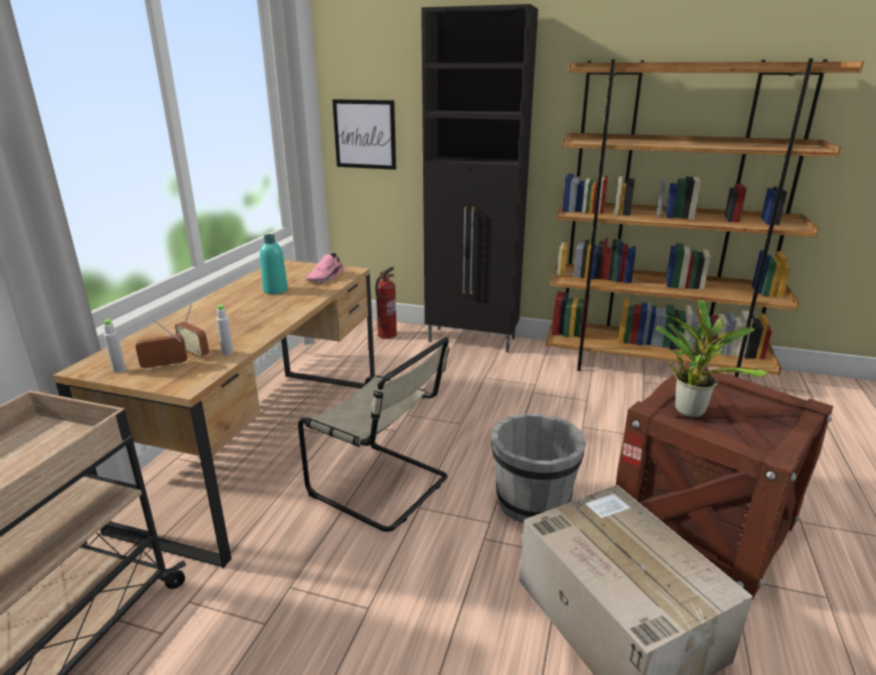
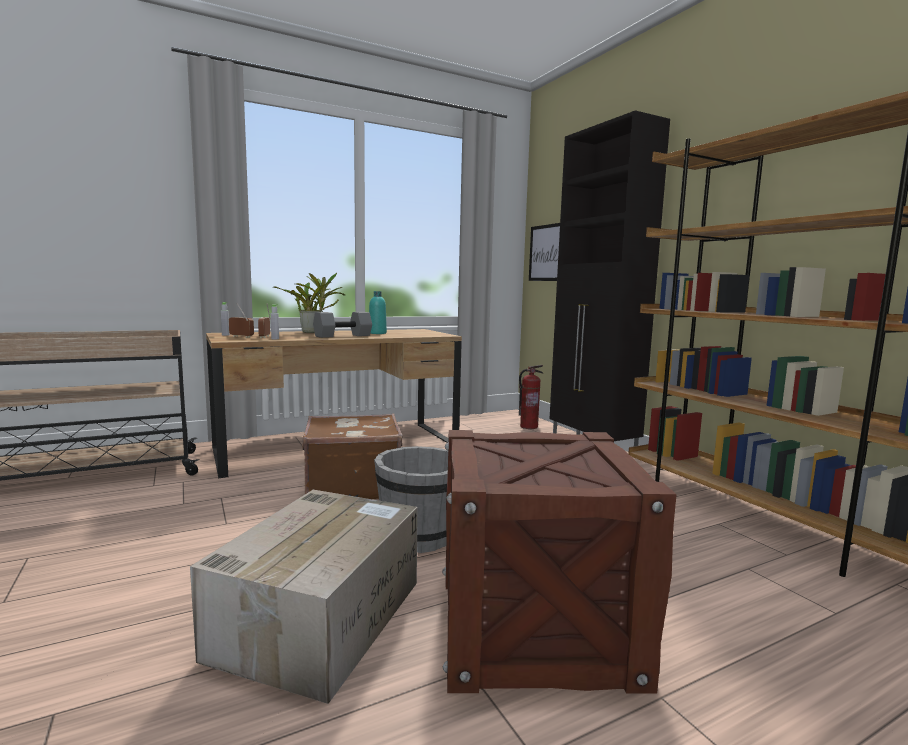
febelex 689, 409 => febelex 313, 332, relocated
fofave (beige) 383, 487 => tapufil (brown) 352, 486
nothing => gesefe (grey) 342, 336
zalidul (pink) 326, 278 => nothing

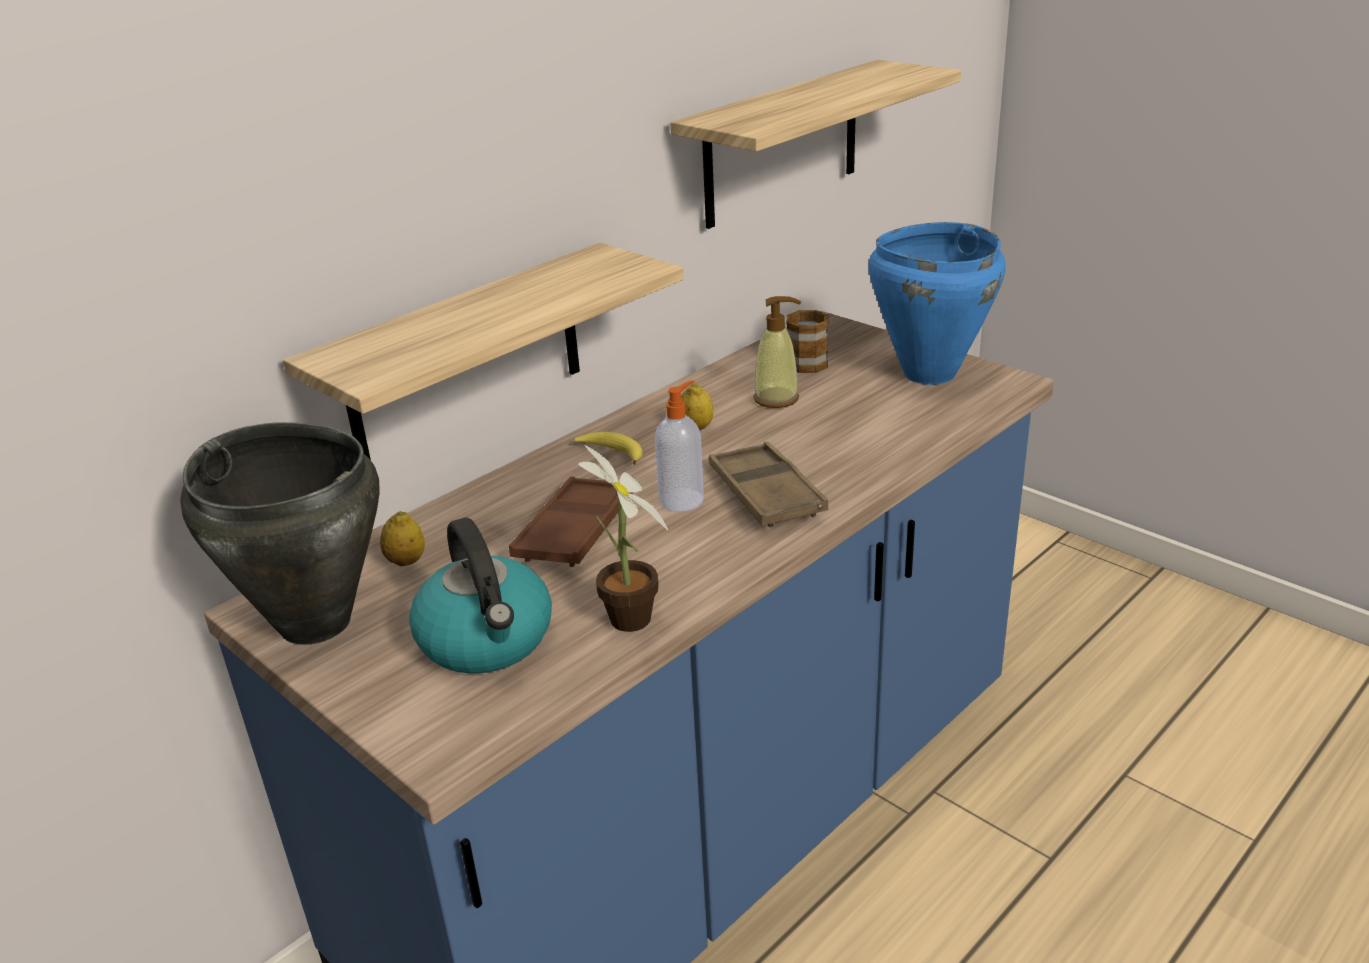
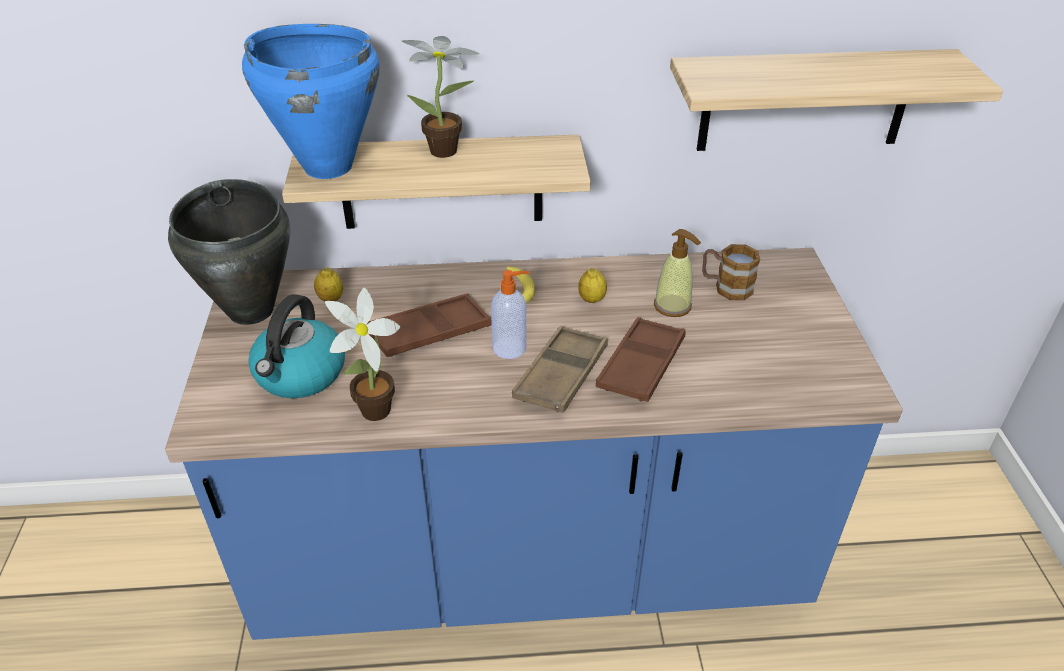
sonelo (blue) 928, 373 => sonelo (blue) 327, 166, relocated
nothing => febelex 448, 152
nothing => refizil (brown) 641, 365

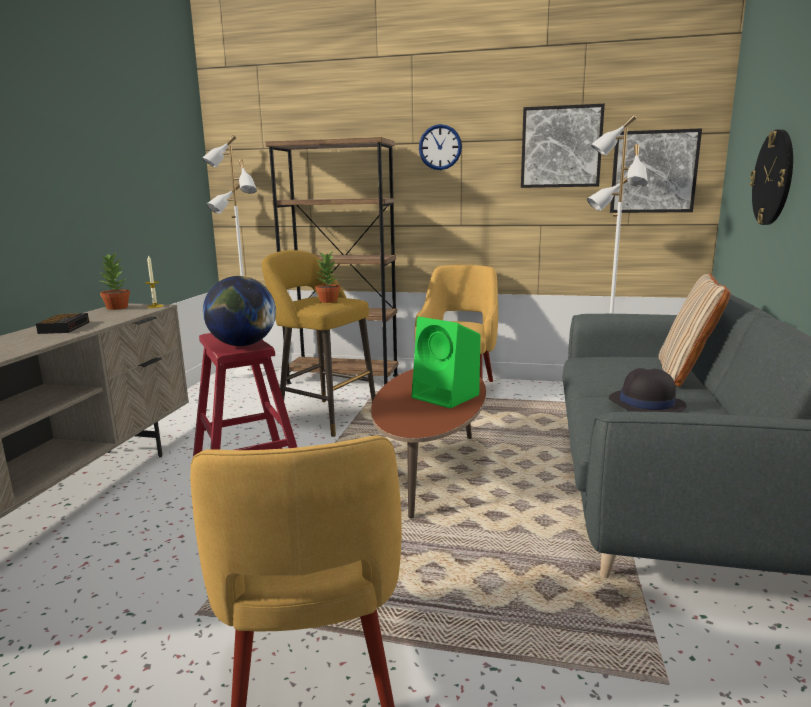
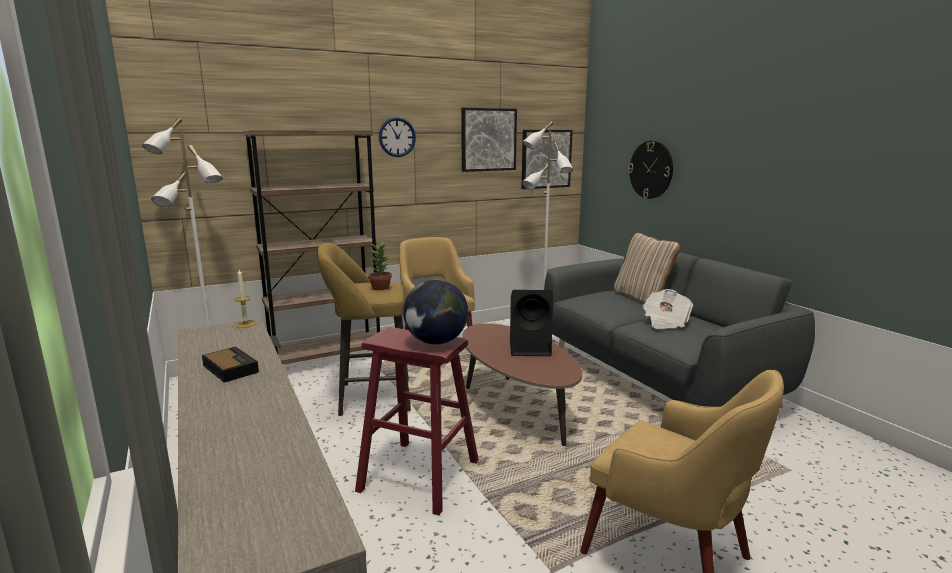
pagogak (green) 447, 396 => pagogak (black) 531, 348
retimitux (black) 646, 403 => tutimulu 665, 322
febelex 117, 308 => nothing

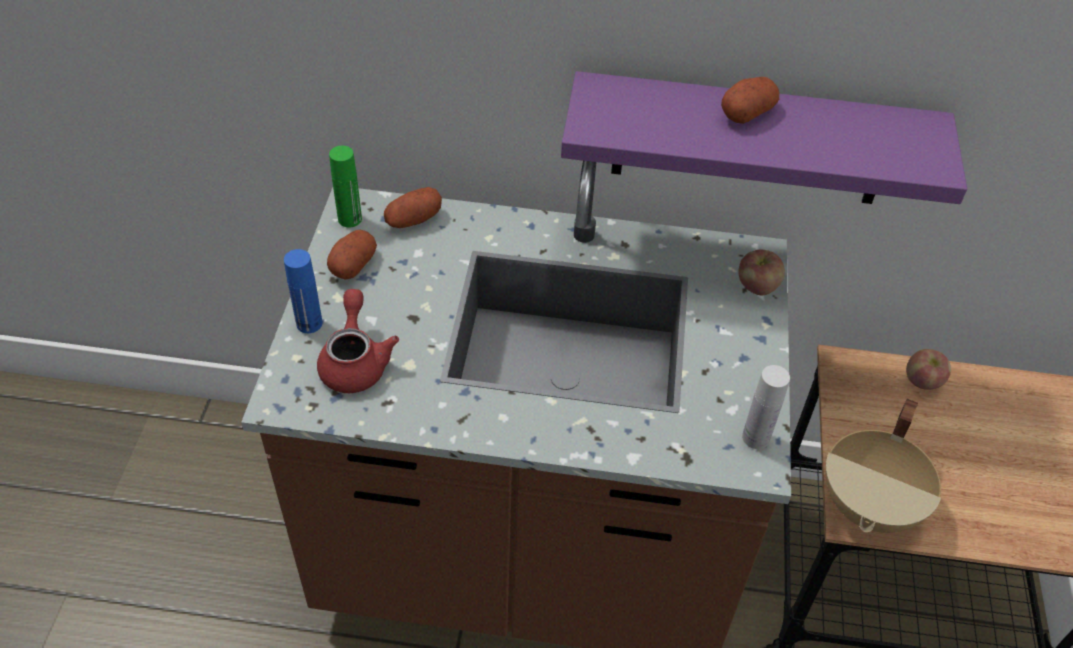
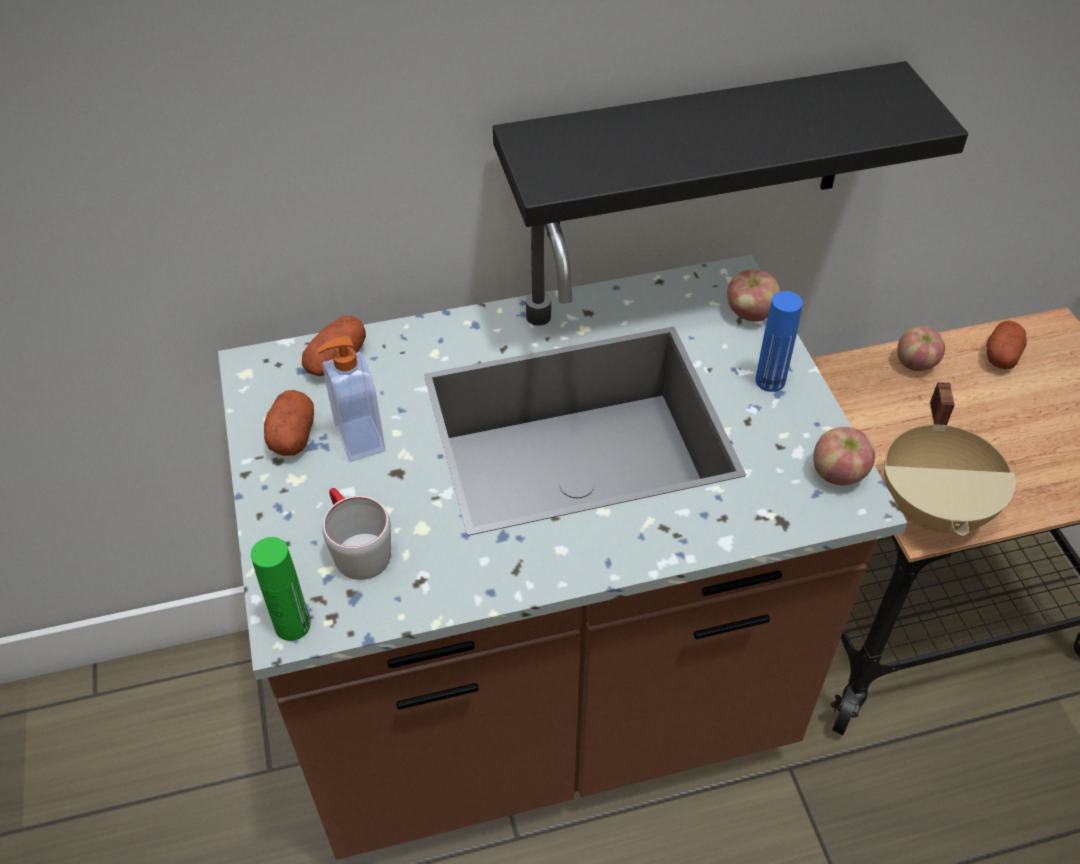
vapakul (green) 350, 219 => vapakul (green) 292, 625, relocated
nothing => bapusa 358, 439
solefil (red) 355, 361 => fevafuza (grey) 355, 547
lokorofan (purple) 751, 140 => lokorofan (black) 698, 153
vapakul (blue) 309, 323 => vapakul (blue) 770, 381, relocated
vapakul (white) 756, 437 => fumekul 838, 473
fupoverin 747, 113 => fupoverin 1001, 355, relocated

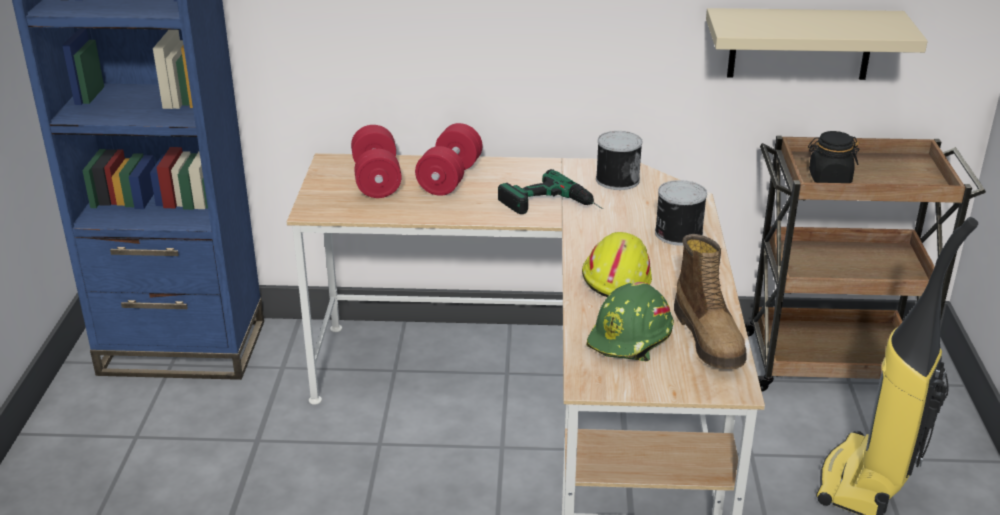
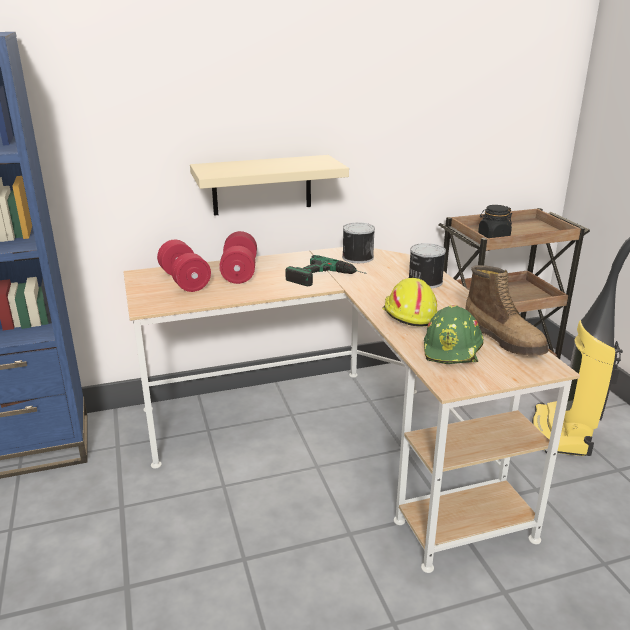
lokorofan (beige) 800, 44 => lokorofan (beige) 262, 185, relocated

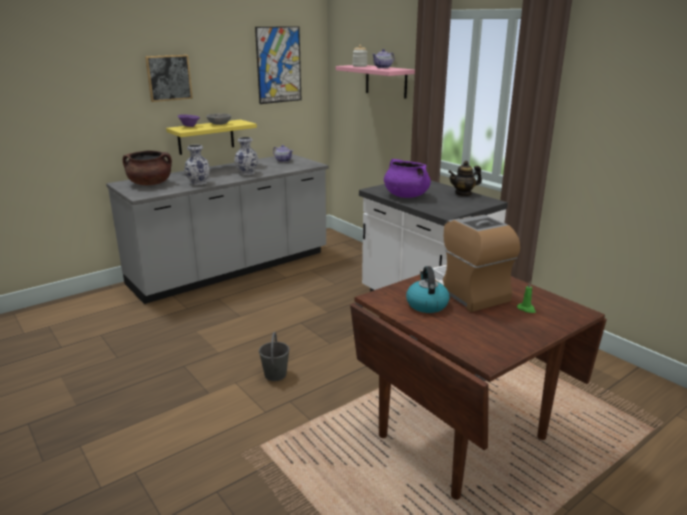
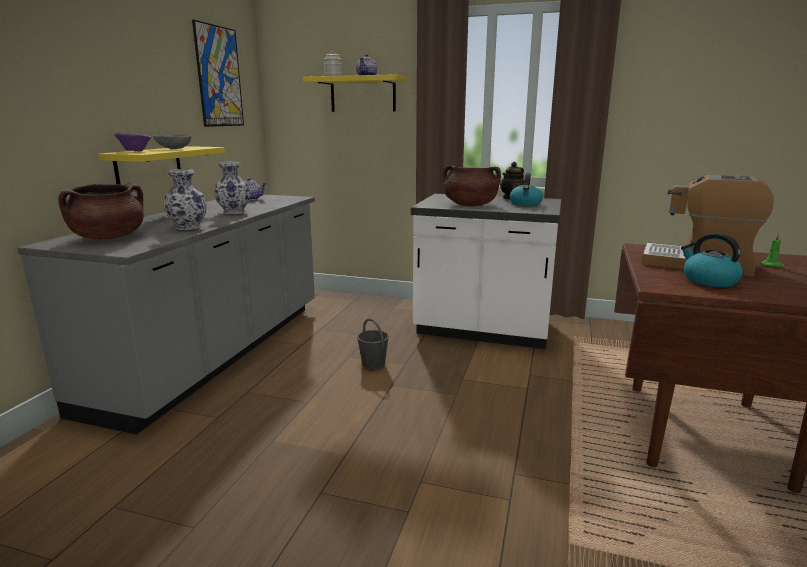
lokorofan (pink) 386, 81 => lokorofan (yellow) 363, 95
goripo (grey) 275, 374 => goripo (grey) 373, 364, relocated
sonelo (purple) 405, 196 => sonelo (brown) 470, 205
nothing => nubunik 525, 204
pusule 169, 77 => nothing

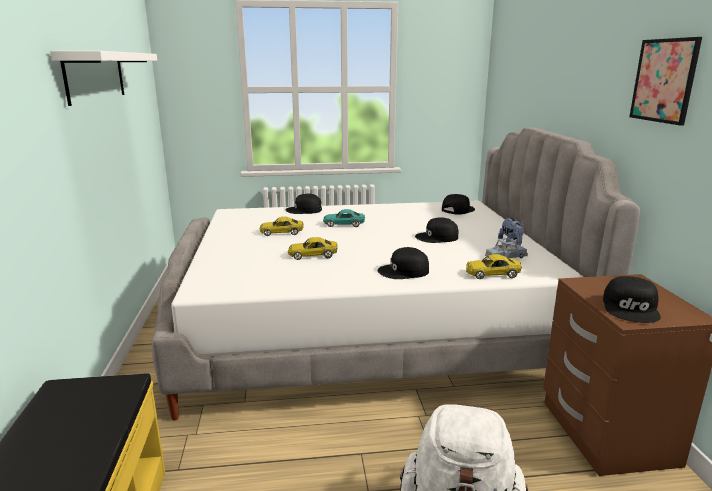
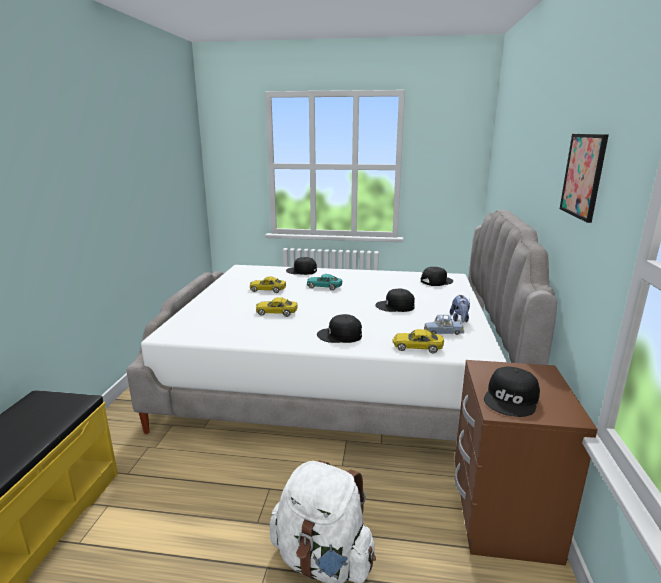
lokorofan (white) 95, 76 => nothing

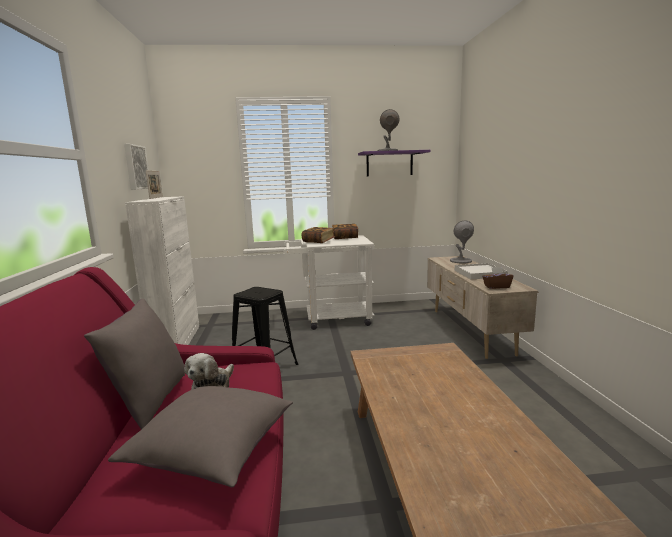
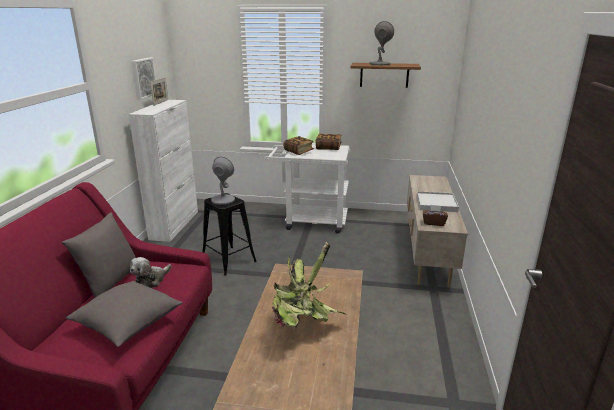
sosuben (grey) 460, 261 => sosuben (grey) 223, 200, relocated
nothing => febelex 302, 326
lokorofan (purple) 389, 164 => lokorofan (brown) 384, 75

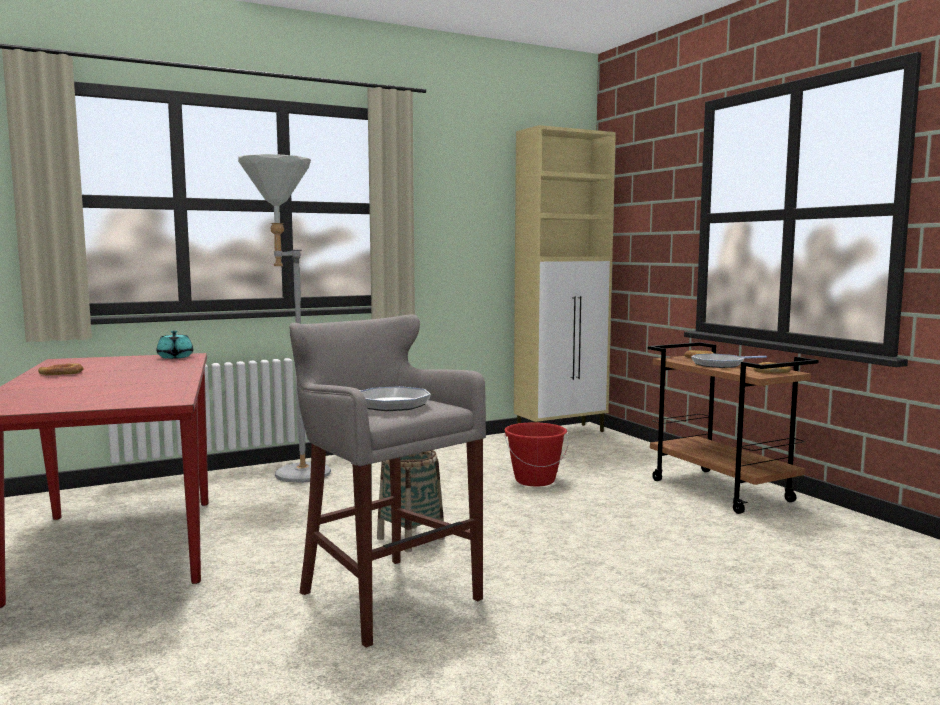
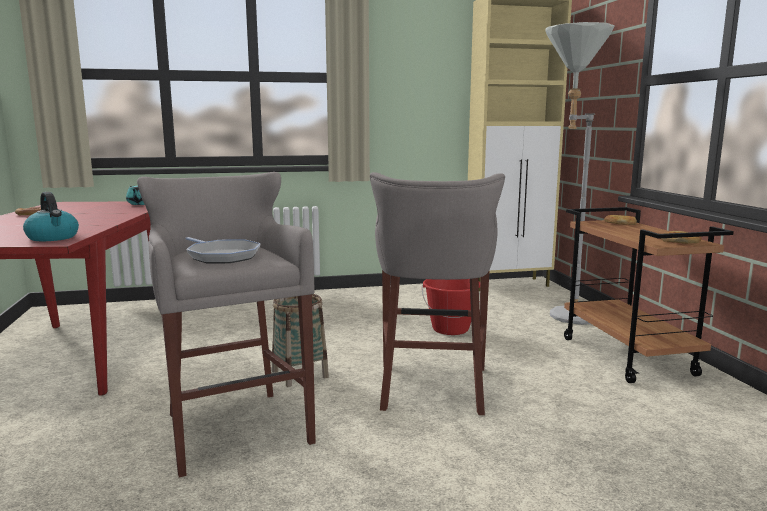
nothing => nubunik 53, 238
nothing => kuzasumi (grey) 432, 389
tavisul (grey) 290, 475 => tavisul (grey) 563, 316, relocated
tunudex 720, 364 => nothing

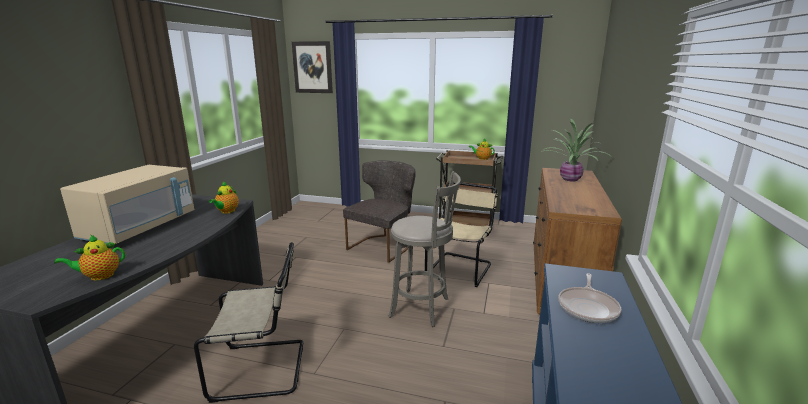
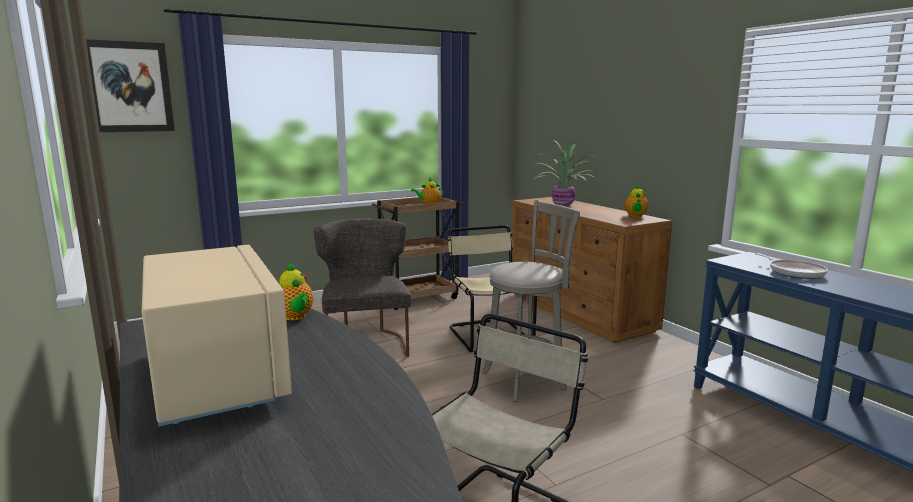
solefil 99, 276 => solefil 635, 216, relocated

